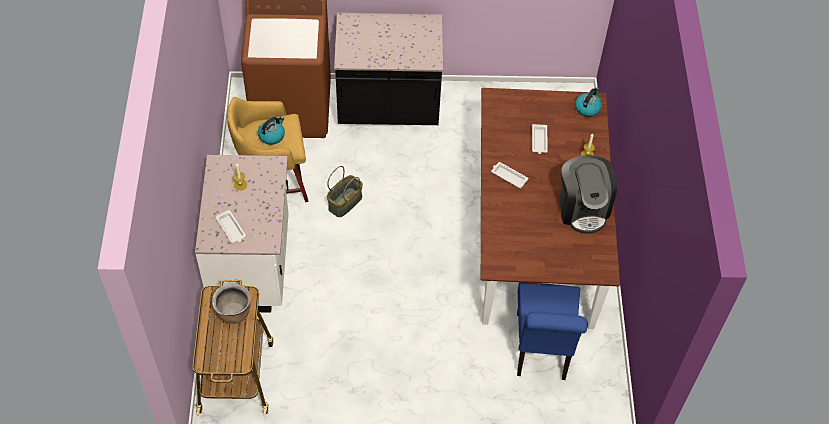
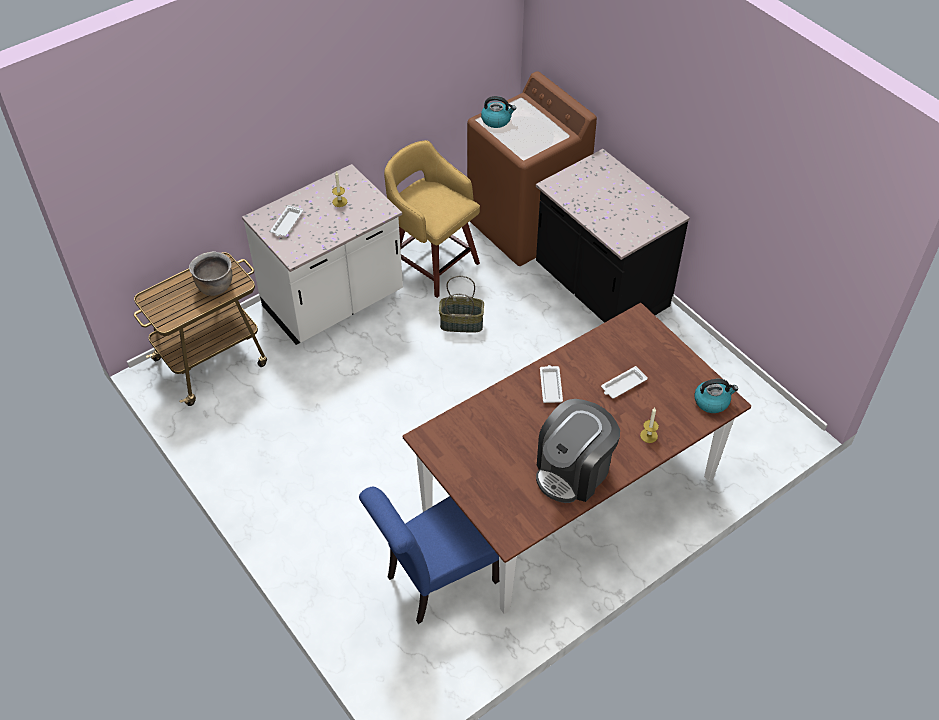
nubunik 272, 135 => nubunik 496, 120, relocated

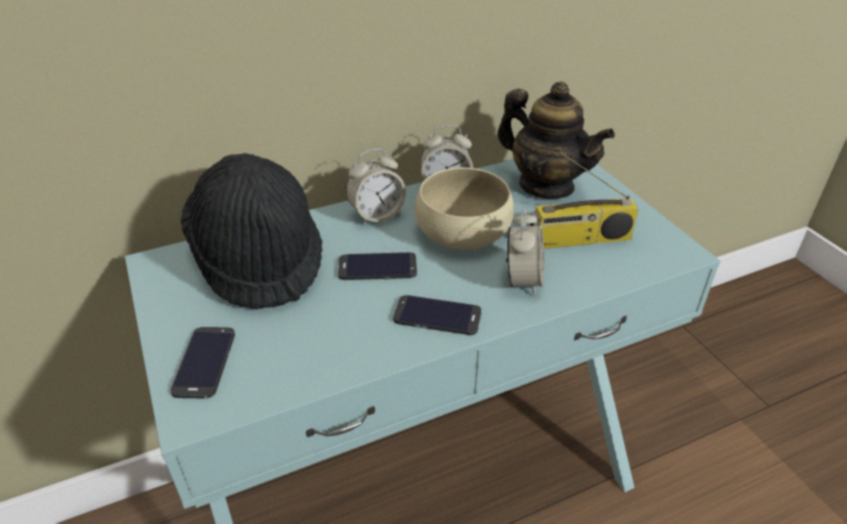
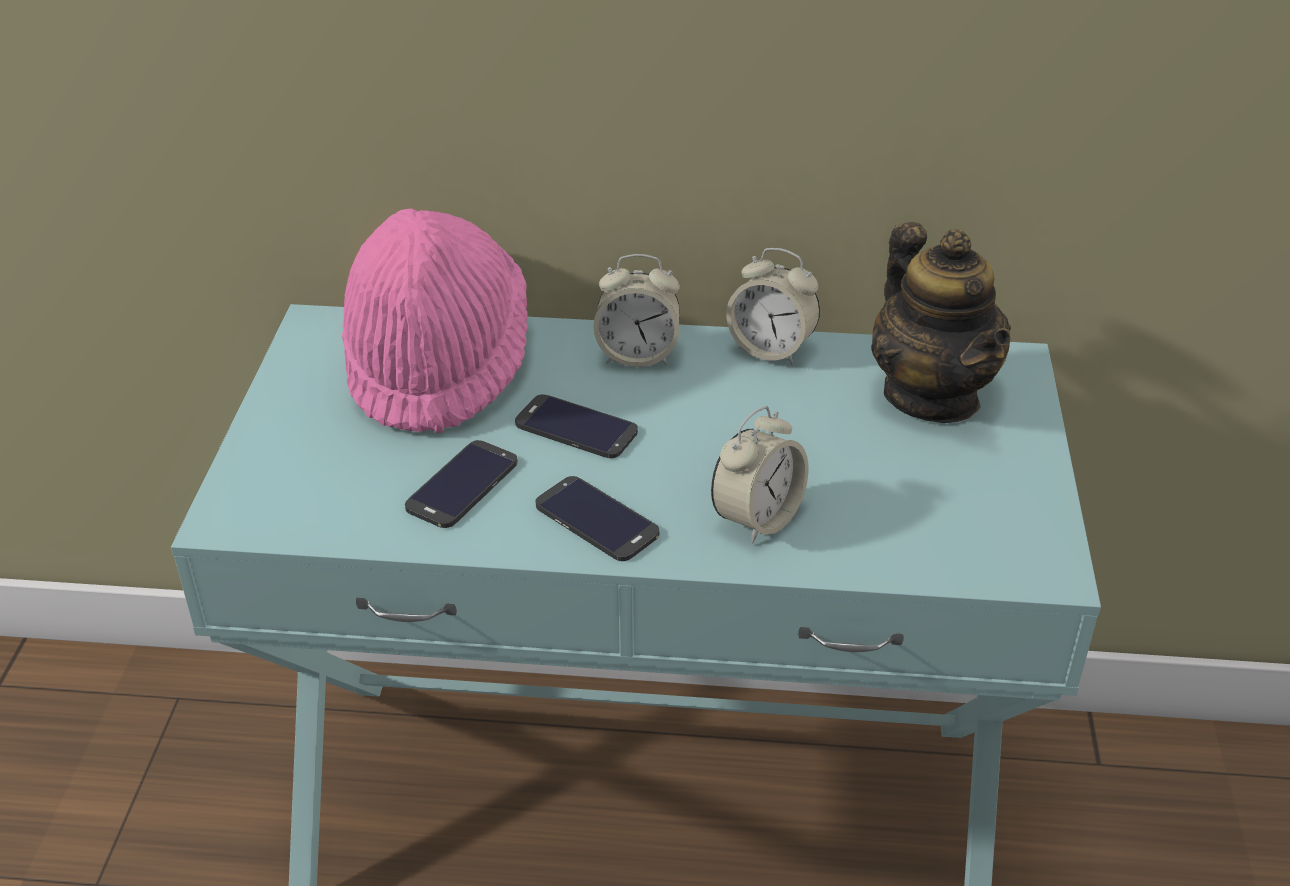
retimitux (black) 259, 259 => retimitux (pink) 437, 364
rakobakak 204, 362 => rakobakak 462, 485, relocated
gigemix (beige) 463, 232 => nothing
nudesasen 579, 240 => nothing

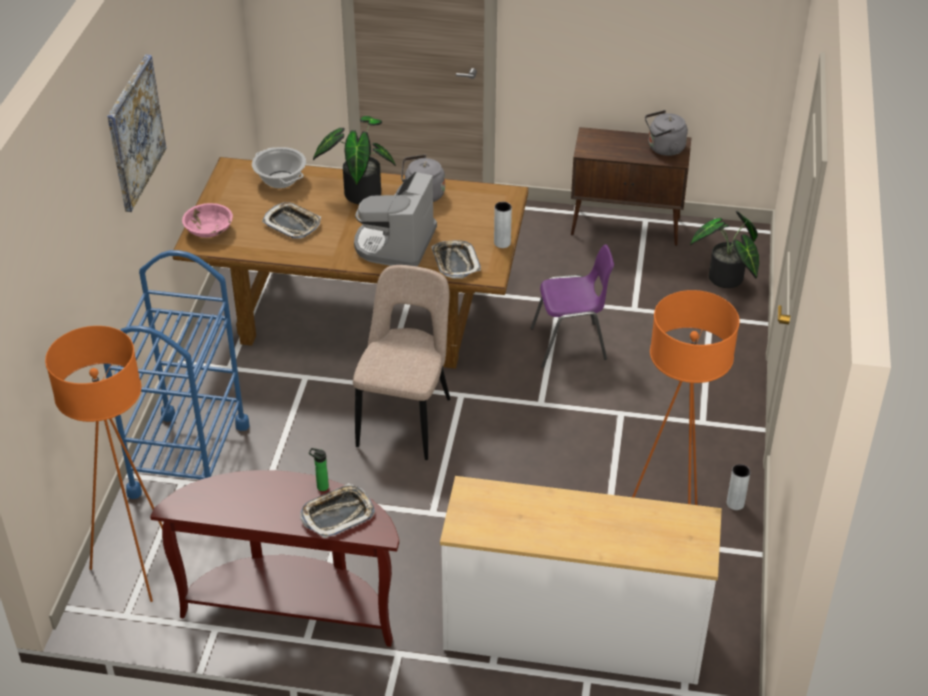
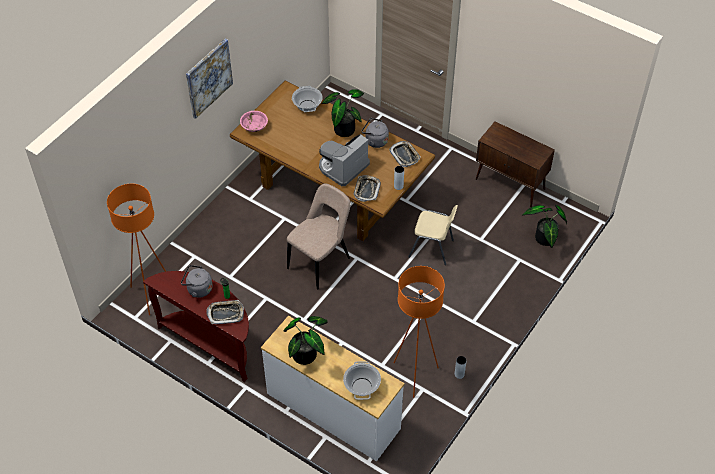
nubunik (grey) 663, 148 => nubunik (grey) 198, 289, relocated
nothing => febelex 307, 353
nothing => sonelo 361, 386
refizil 292, 224 => refizil 405, 155, relocated
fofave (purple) 570, 344 => fofave (beige) 432, 249
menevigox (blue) 189, 459 => nothing

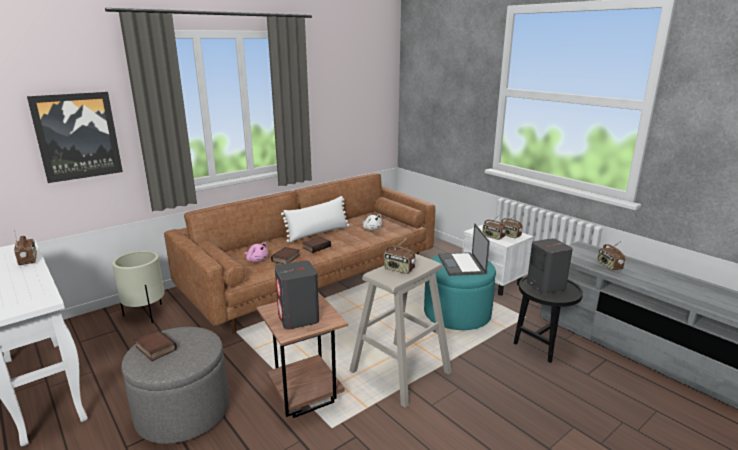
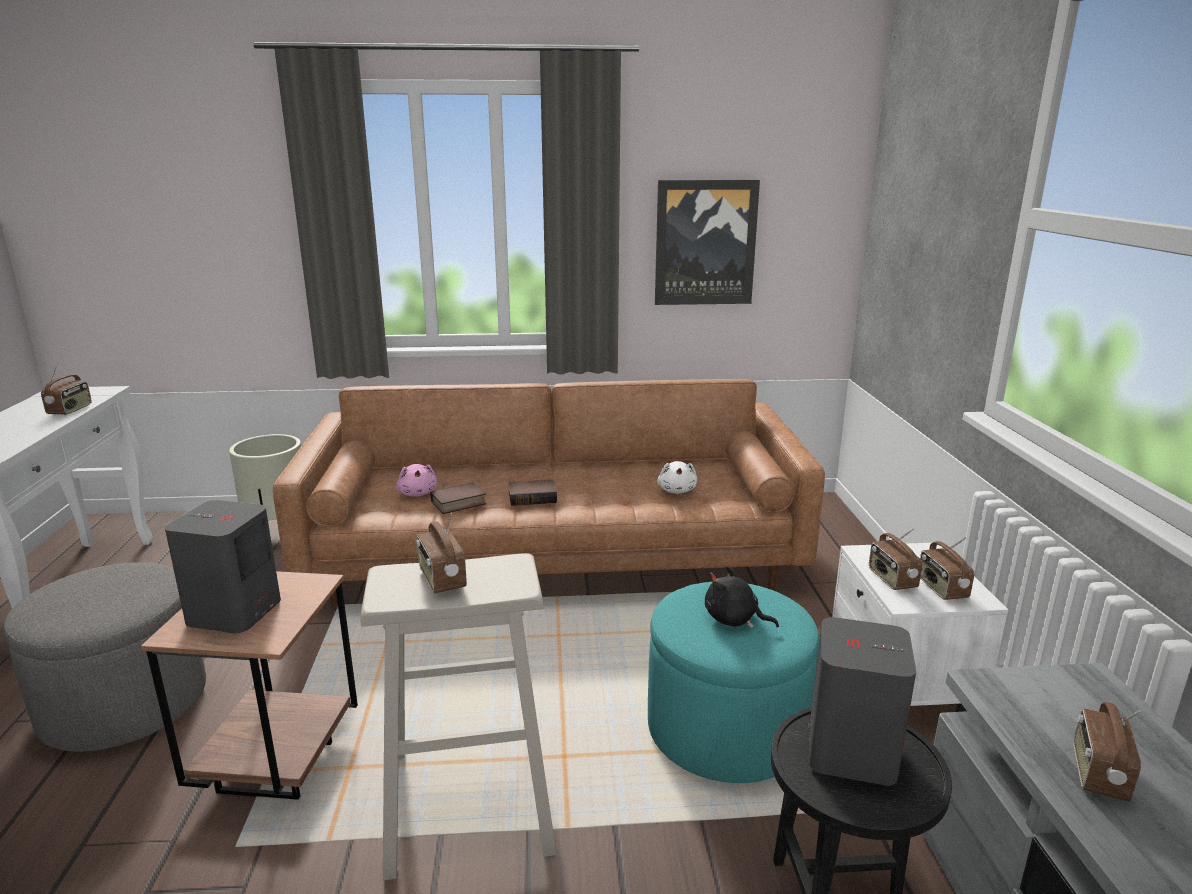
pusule 77, 136 => pusule 705, 243, relocated
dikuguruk 462, 265 => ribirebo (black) 734, 620
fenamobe 154, 348 => nothing
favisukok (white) 318, 233 => nothing

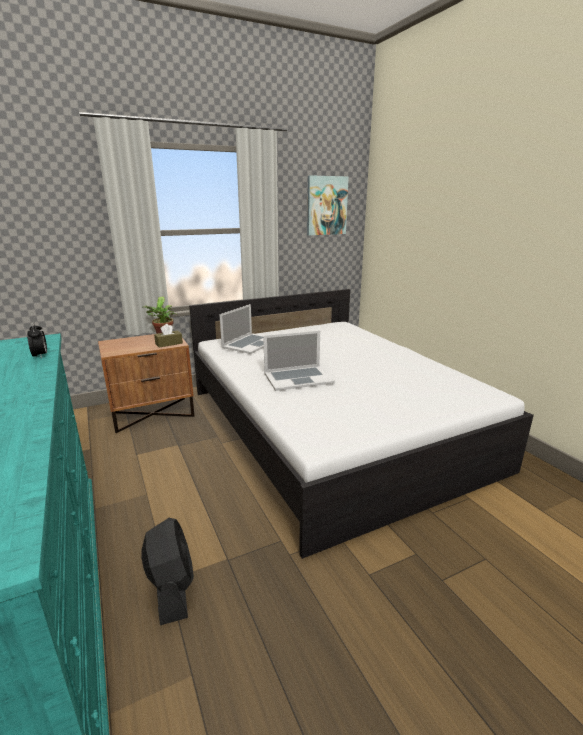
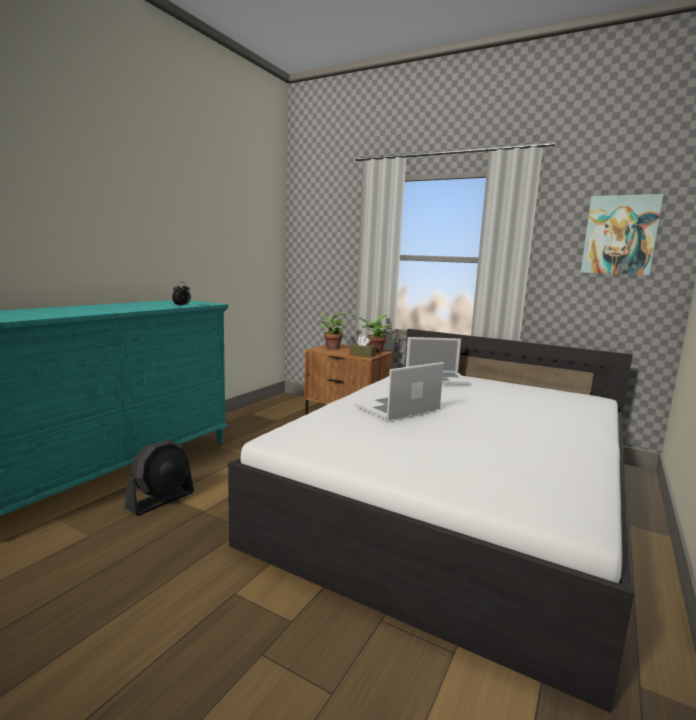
nothing => febelex 331, 348
dikuguruk 298, 378 => dikuguruk 397, 407, 105 degrees clockwise

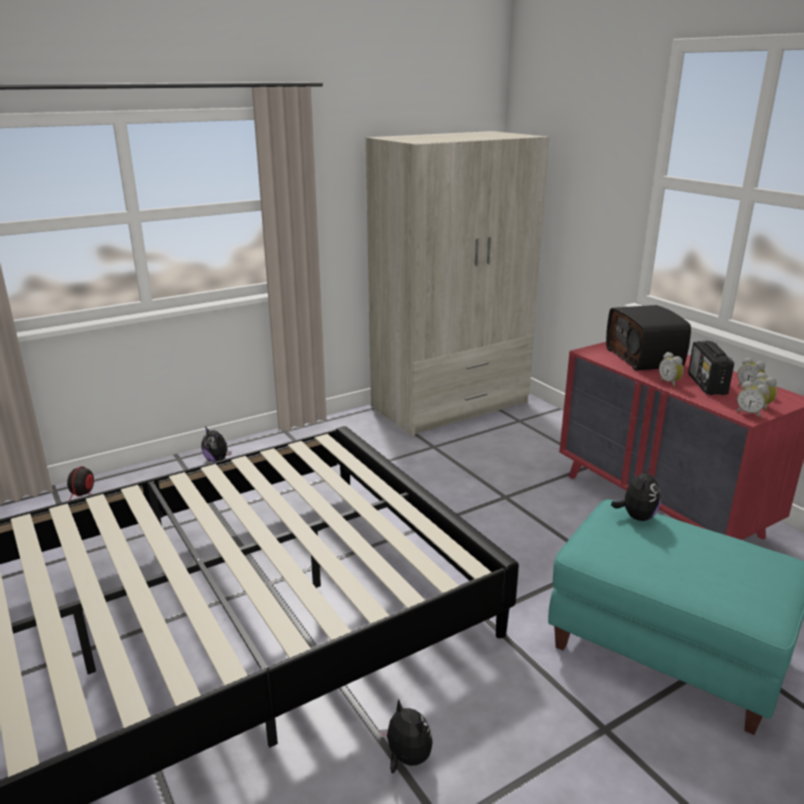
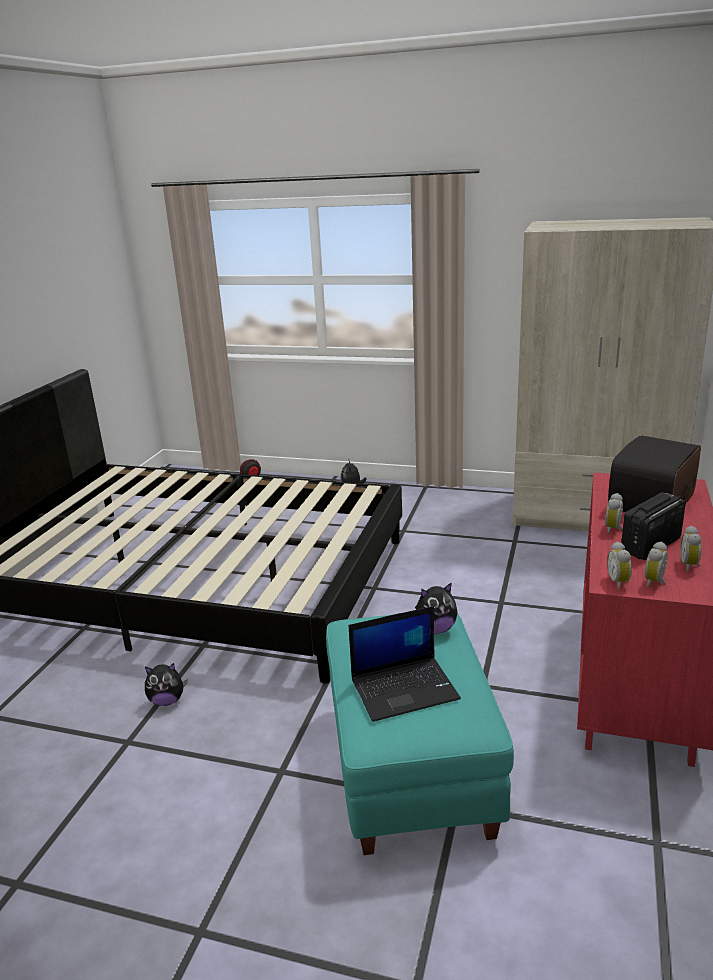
ribirebo 406, 758 => ribirebo 167, 701, 75 degrees clockwise
nothing => dikuguruk 405, 688

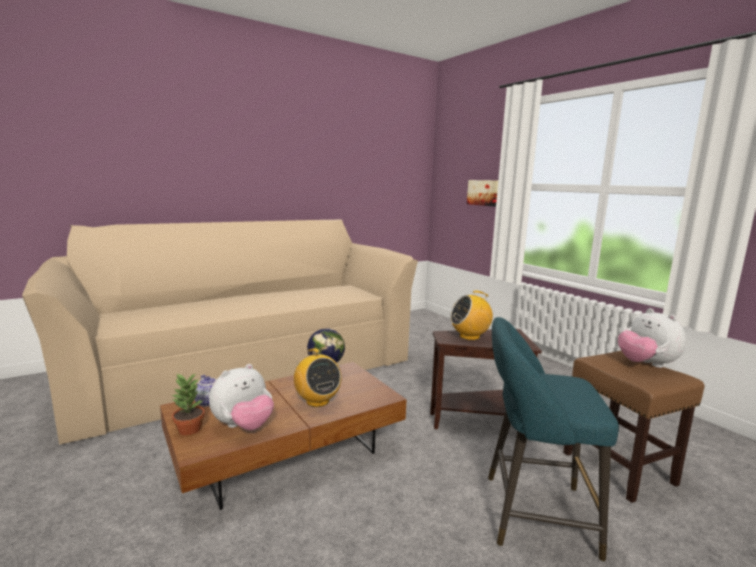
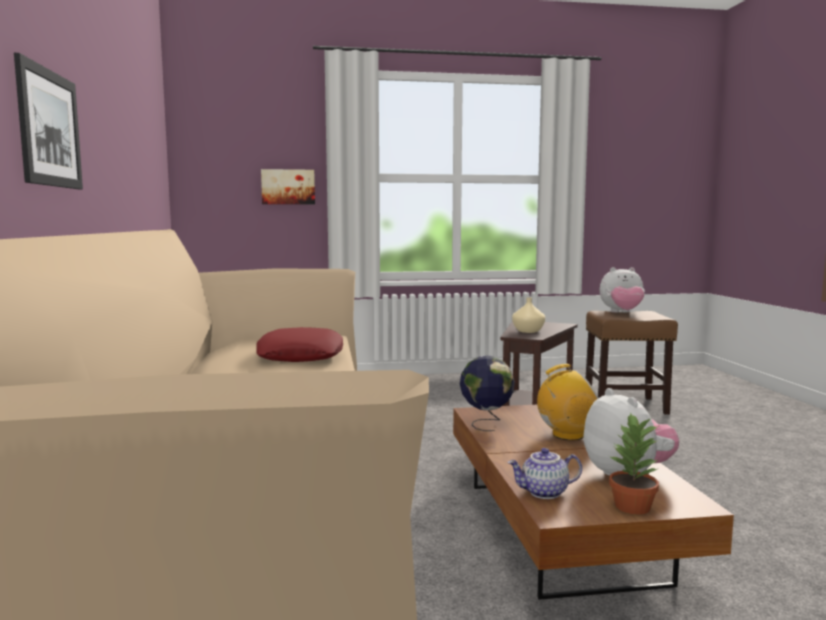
nothing => pusule 49, 128
nothing => favisukok (red) 300, 355
nudesasen 469, 336 => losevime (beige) 528, 331
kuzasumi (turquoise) 531, 514 => nothing

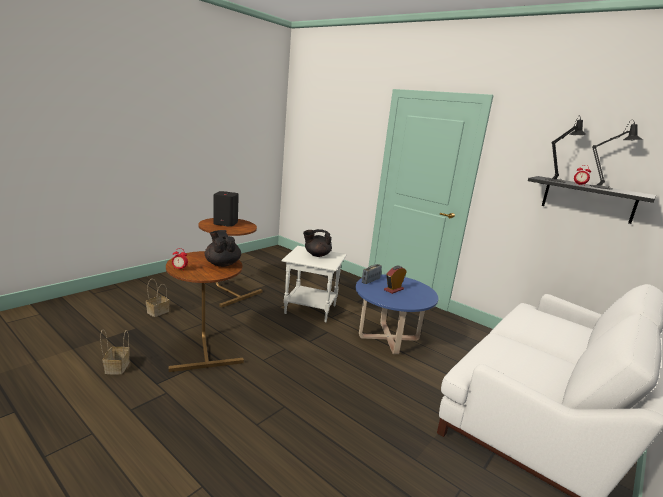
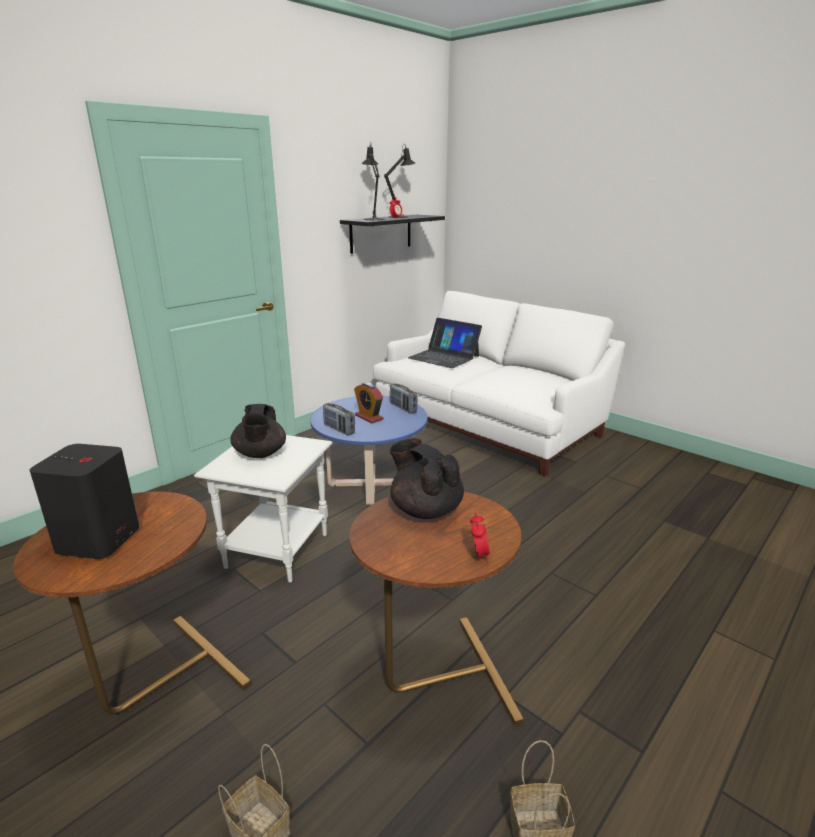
nothing => nudesasen 403, 408
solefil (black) 222, 264 => solefil (black) 425, 510, 75 degrees clockwise
nothing => dikuguruk 444, 357

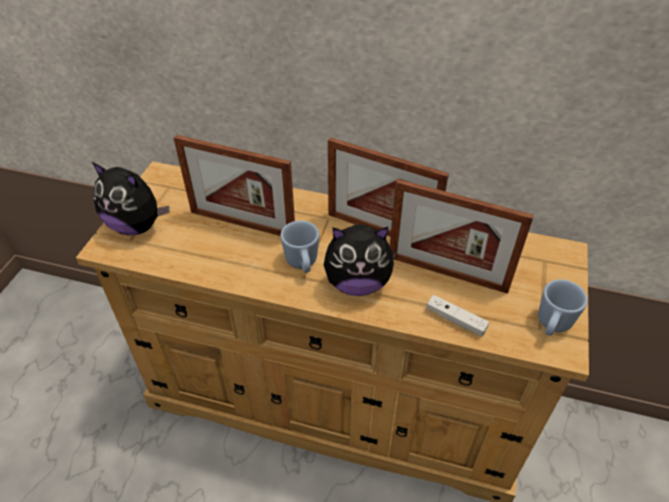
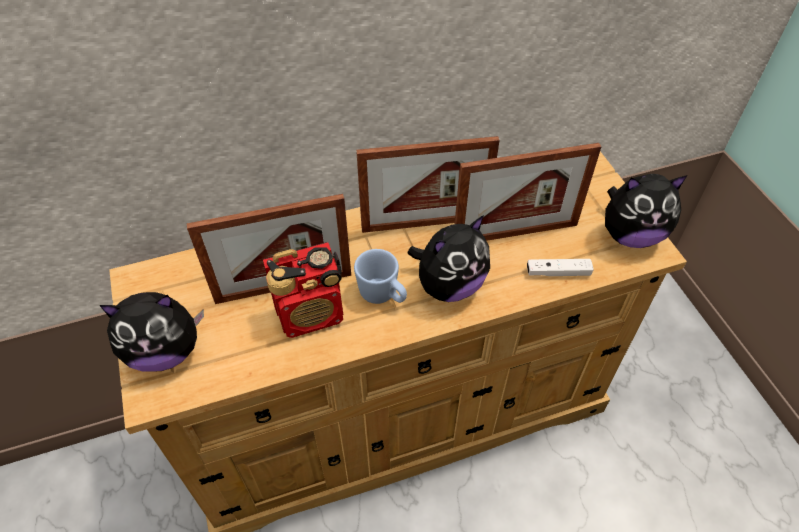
nothing => nudesasen 311, 314
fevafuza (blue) 552, 325 => ribirebo 630, 235

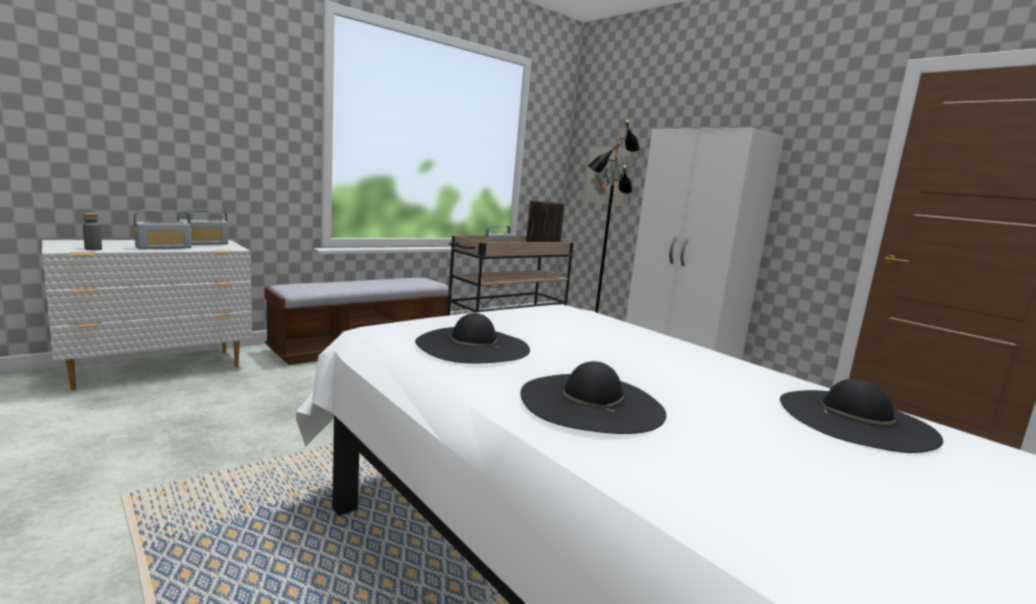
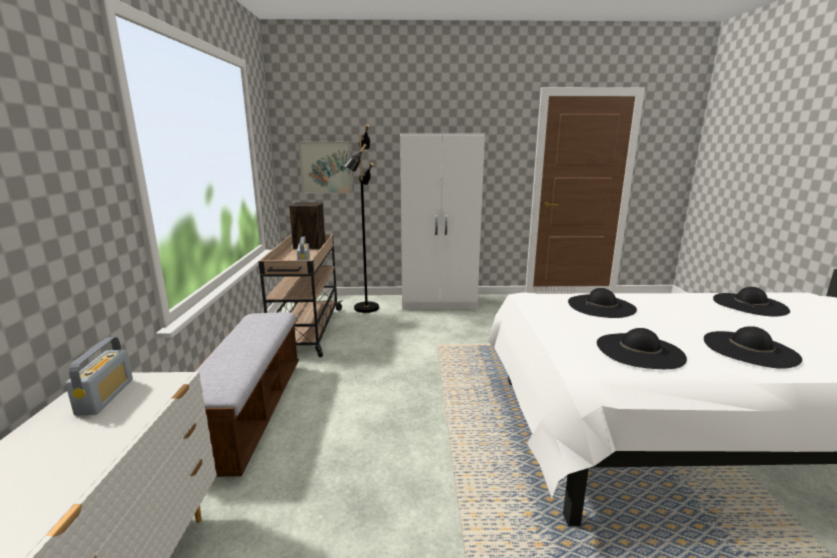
nothing => retimitux (black) 601, 306
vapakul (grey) 93, 249 => nothing
nudesasen 164, 248 => nothing

